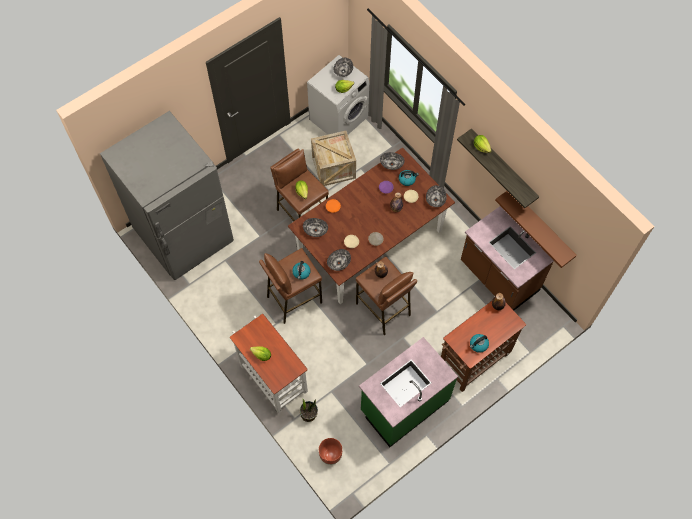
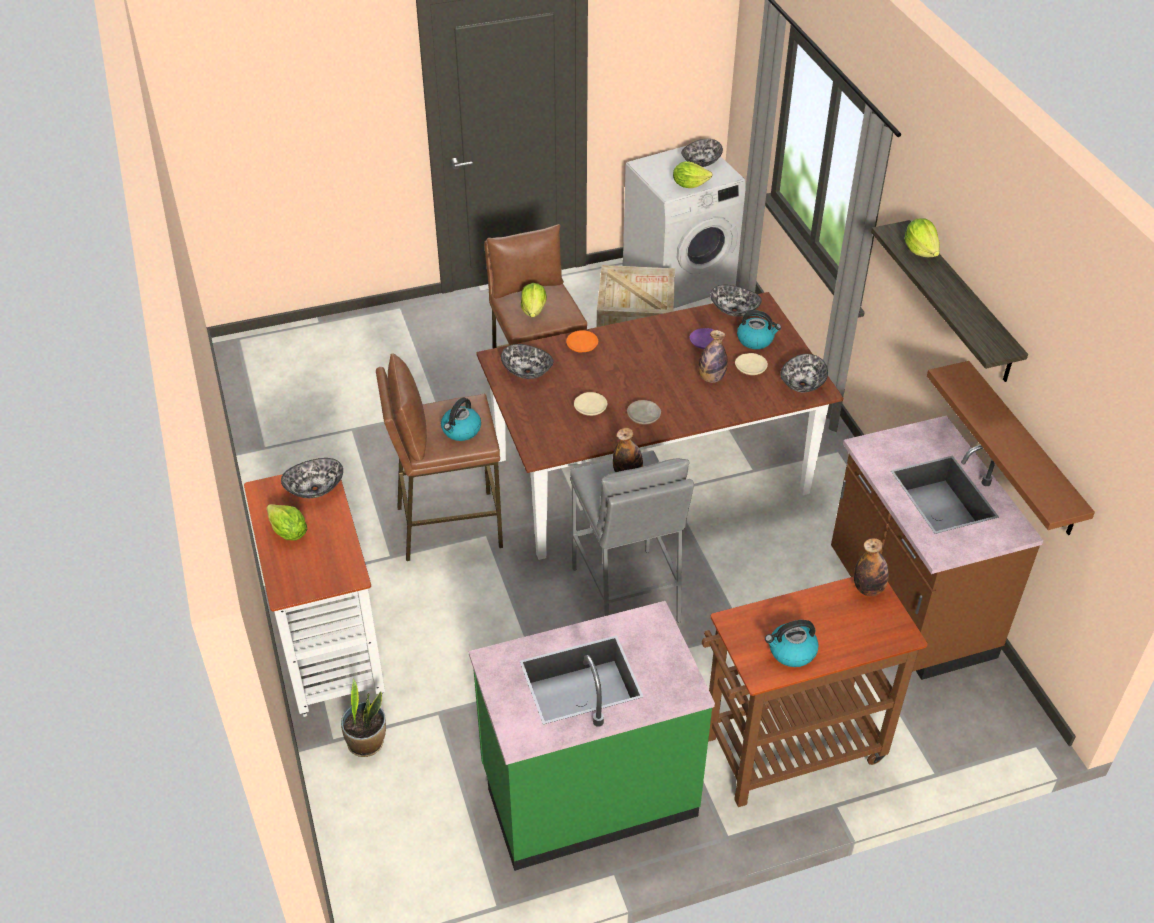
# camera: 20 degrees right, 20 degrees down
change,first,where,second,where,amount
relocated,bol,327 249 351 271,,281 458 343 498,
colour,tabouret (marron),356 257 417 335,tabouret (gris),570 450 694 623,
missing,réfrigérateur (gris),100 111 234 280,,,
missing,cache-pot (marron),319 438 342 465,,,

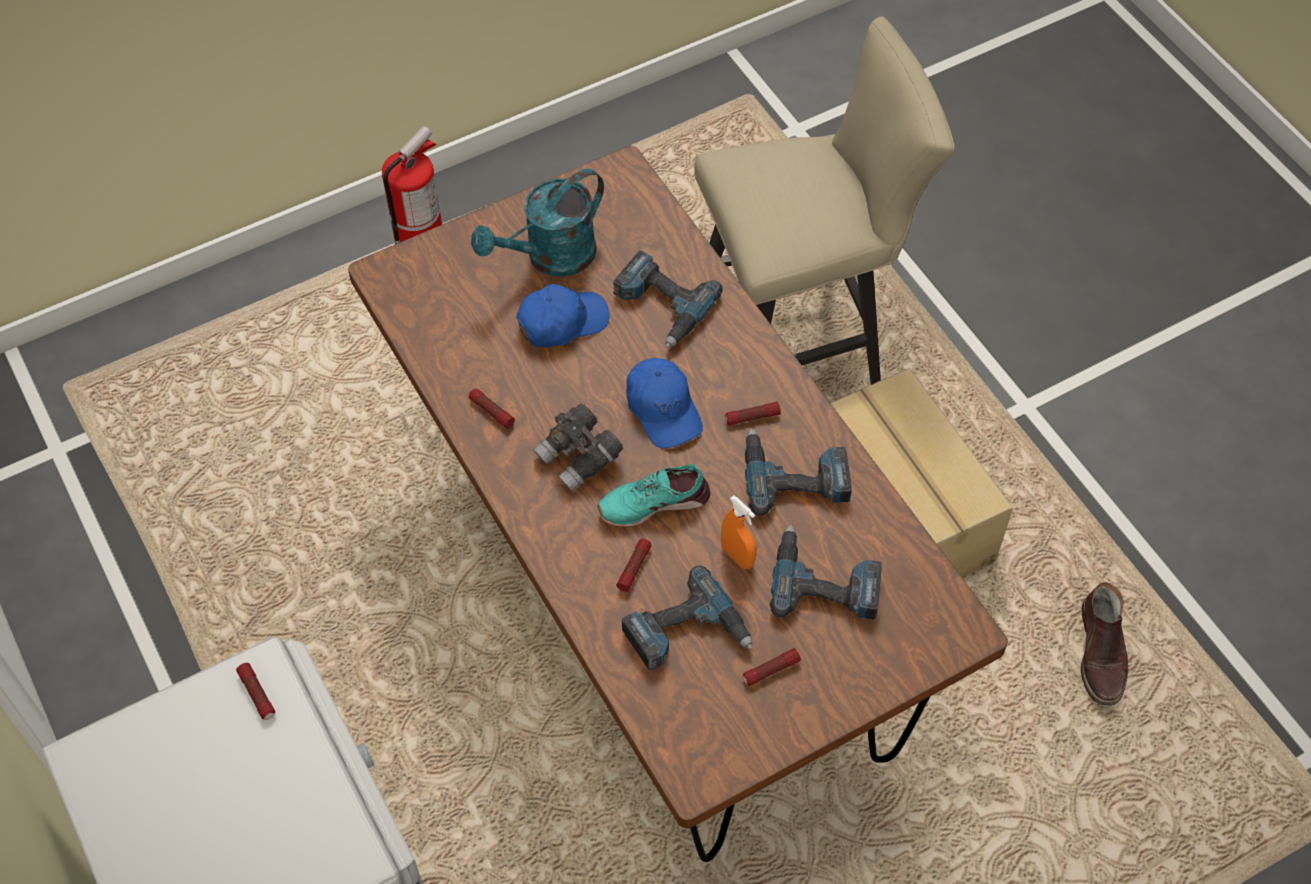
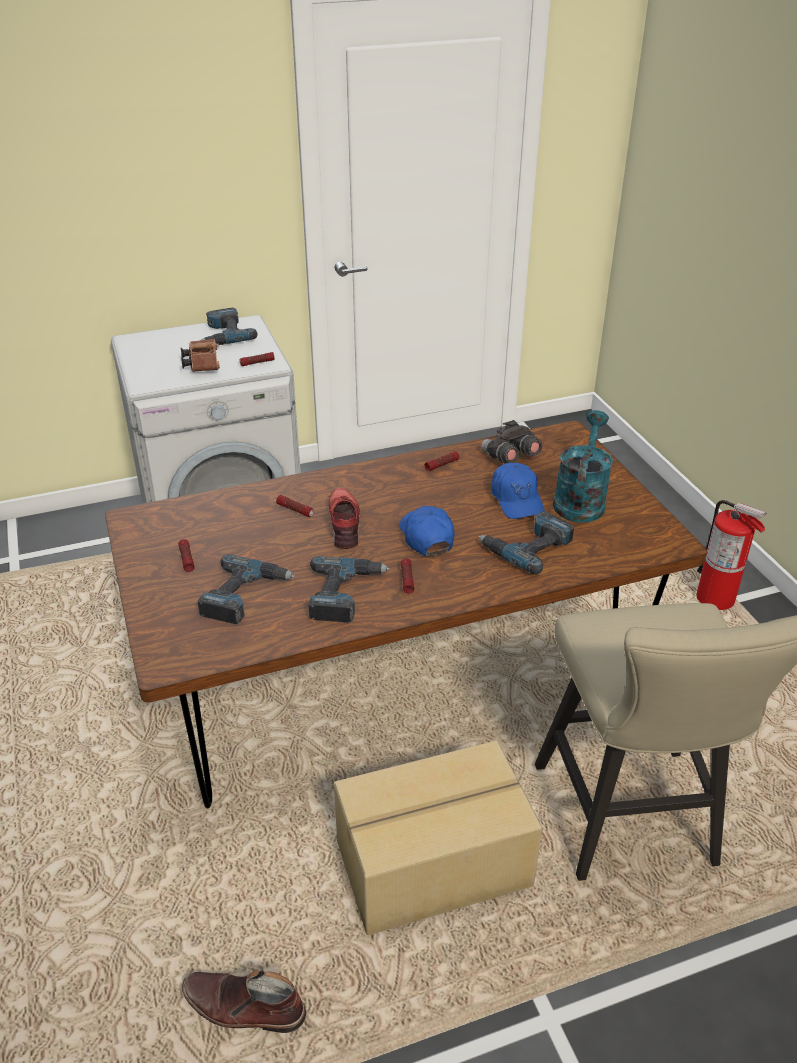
# camera: 100 degrees right, 20 degrees down
change,first,where,second,where,amount
appeared,,,jumelles (marron),181 339 220 372,
relocated,perceuse,622 565 752 671,,201 308 257 345,
colour,chaussure (turquoise),597 464 710 527,chaussure (rouge),329 488 360 549,
spun,casquette (bleu),626 358 703 448,,400 506 455 556,90 degrees clockwise
relocated,jumelles (gris),533 403 623 491,,481 420 542 464,
spun,arrosoir (turquoise),471 169 604 277,,553 410 613 523,45 degrees clockwise
missing,vaporisateur (orange),721 496 757 569,,,

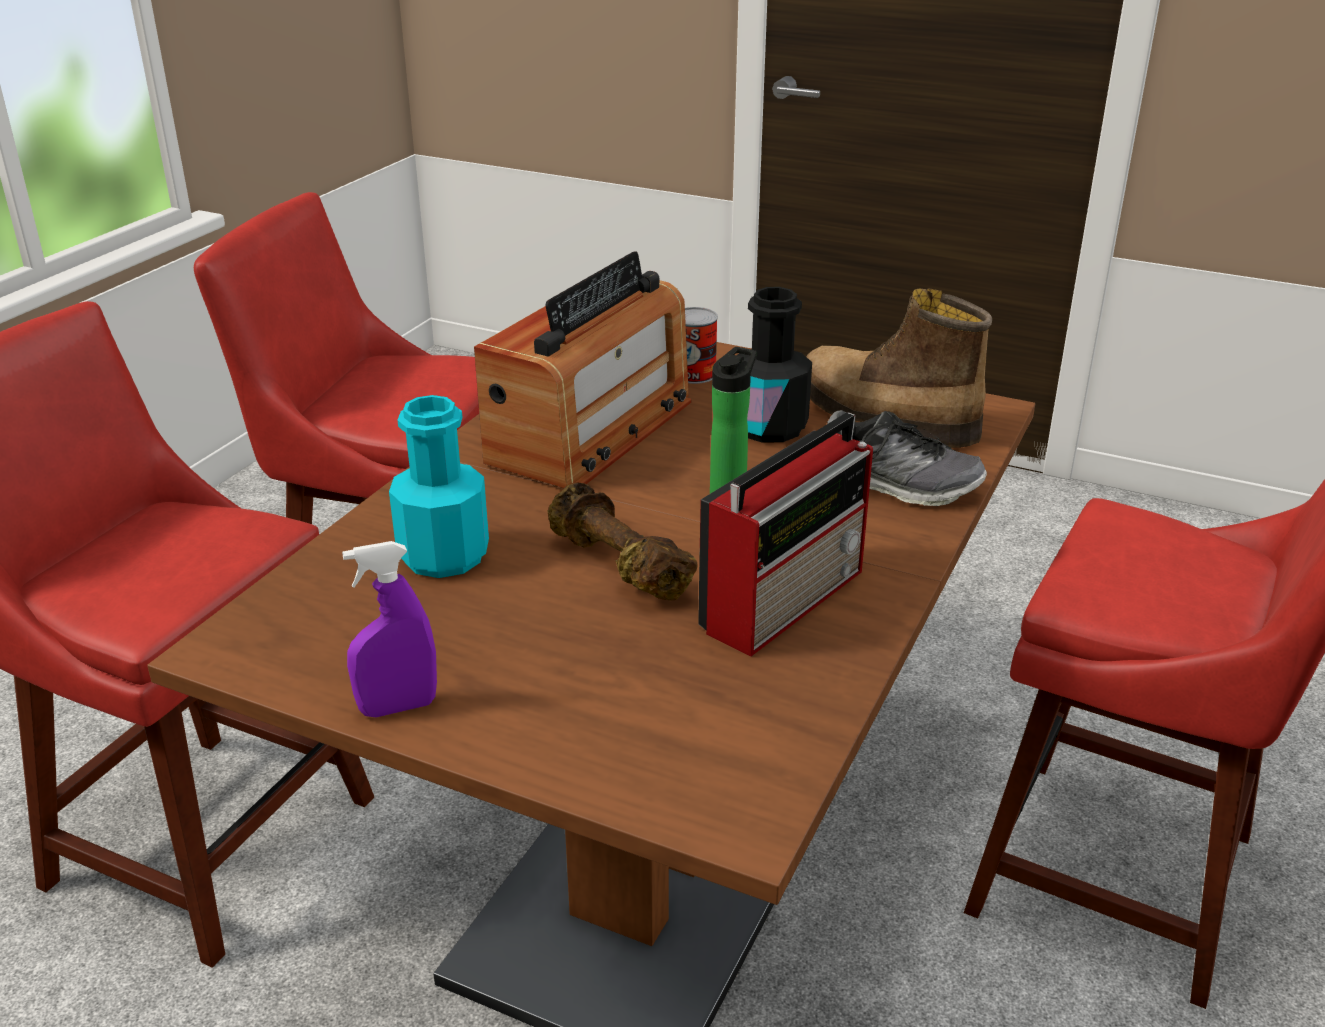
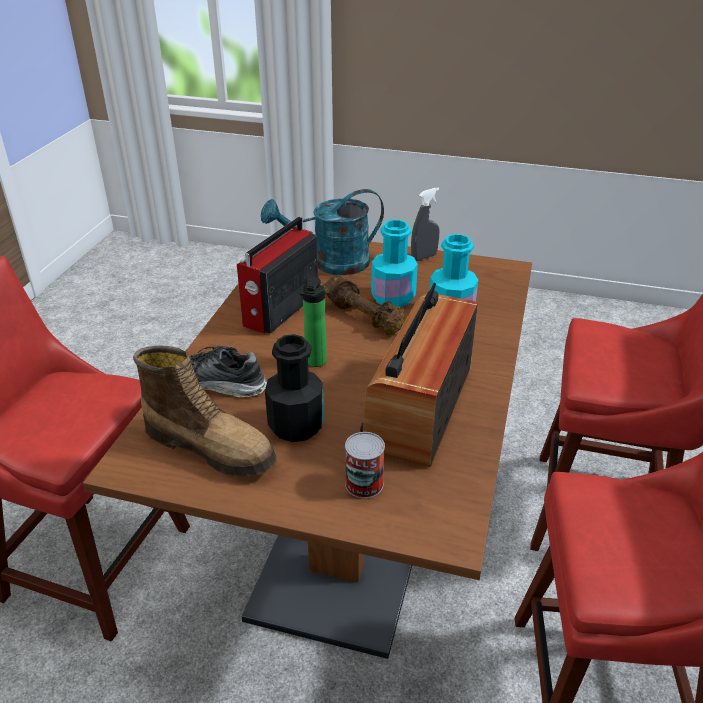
# camera: 170 degrees right, 5 degrees up
change,first,where,second,where,amount
appeared,,,arrosoir (turquoise),261 189 384 275,
appeared,,,bouteille (turquoise),371 219 418 307,
colour,vaporisateur (violet),342 541 437 717,vaporisateur (gris),411 187 440 261,

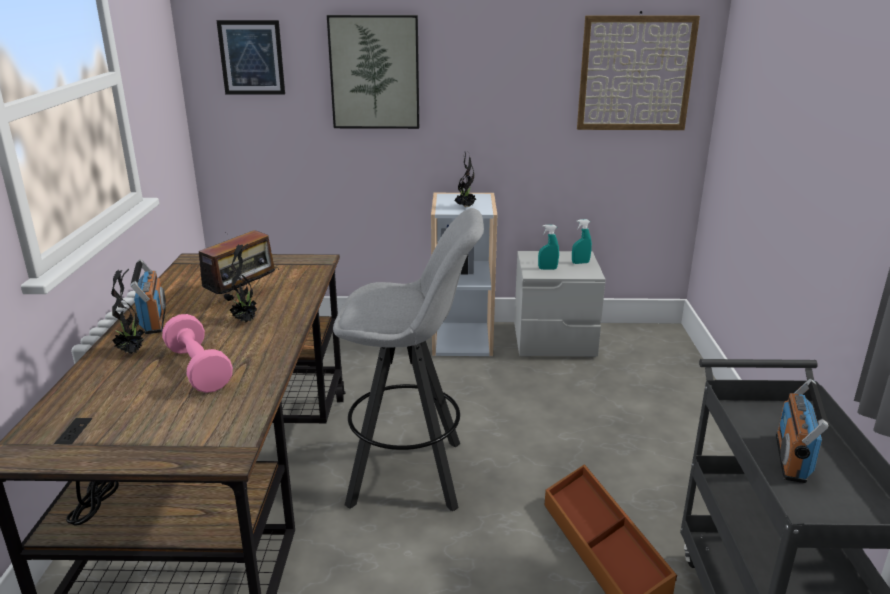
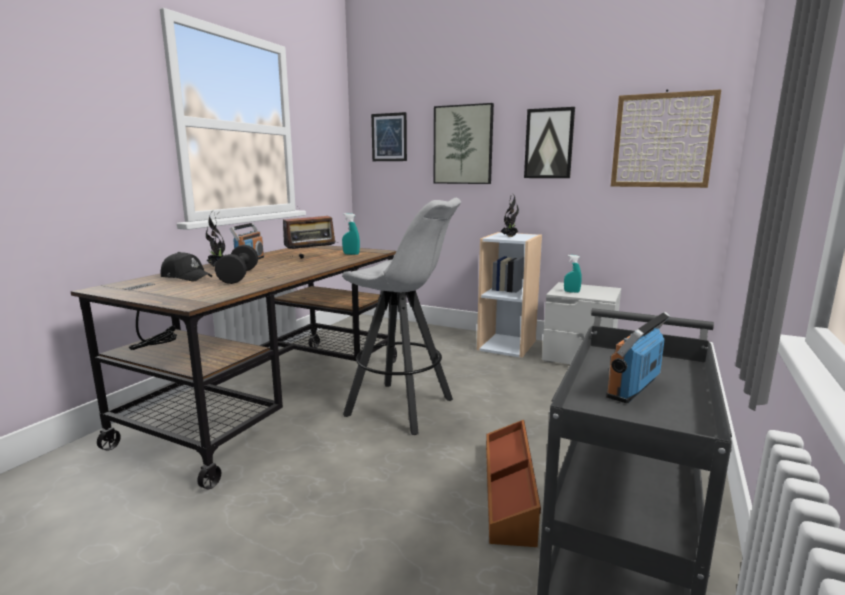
# camera: 25 degrees right, 10 degrees down
change,first,where,second,where,amount
appeared,,,casquette (noir),161 252 212 282,
colour,haltère (rose),162 314 233 393,haltère (noir),215 245 258 284,
relocated,vaporisateur (turquoise),572 219 592 264,,342 213 360 255,
appeared,,,tableau,524 107 575 178,
missing,plante en pot,230 244 257 322,,,

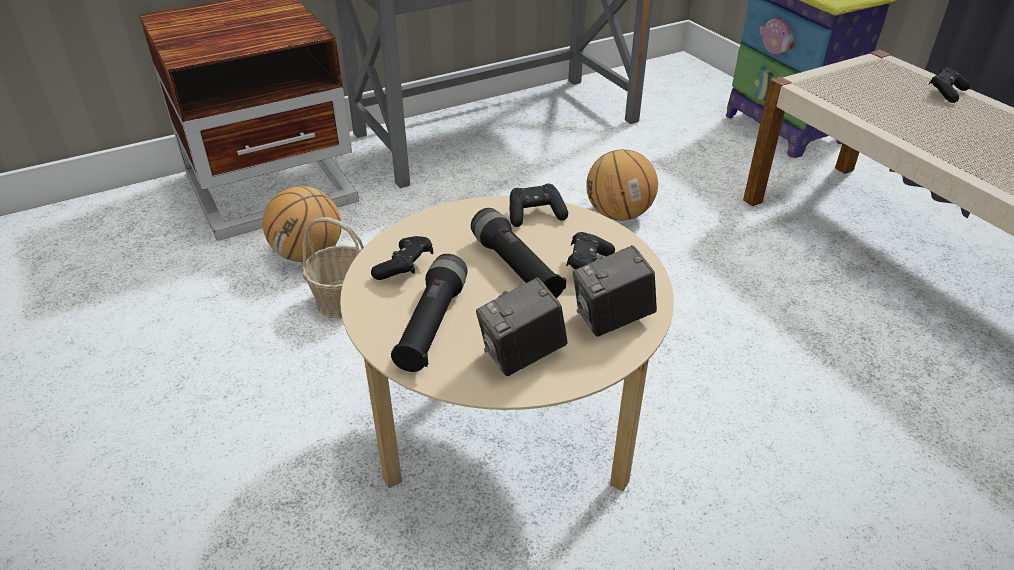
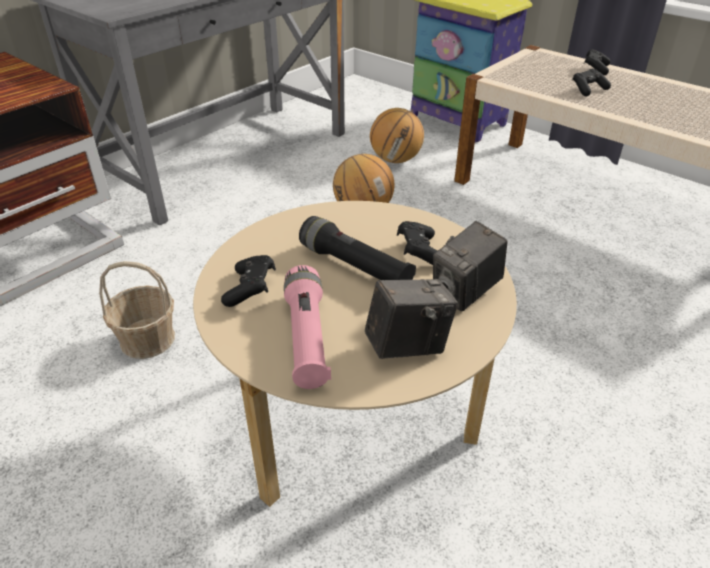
# camera: 20 degrees left, 0 degrees up
change,first,where,second,where,amount
colour,lampe de poche (noir),391 254 468 372,lampe de poche (rose),284 265 331 389,
spun,appareil photo,476 277 567 376,,365 279 458 359,150 degrees counterclockwise
relocated,ballon de basket,263 186 341 262,,370 108 424 163,
relocated,manette (noir),510 184 568 227,,572 69 611 96,

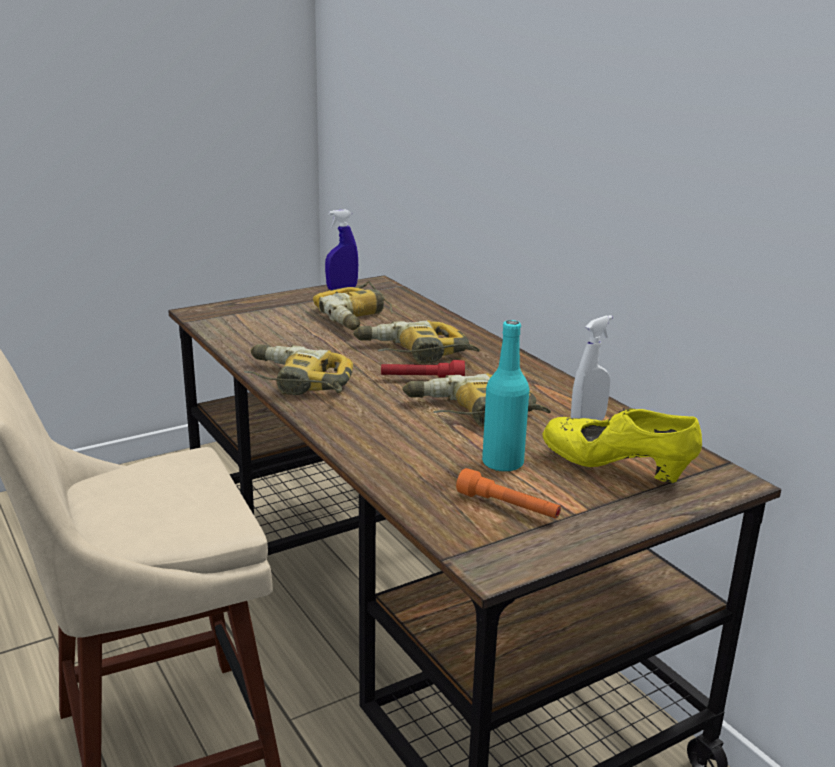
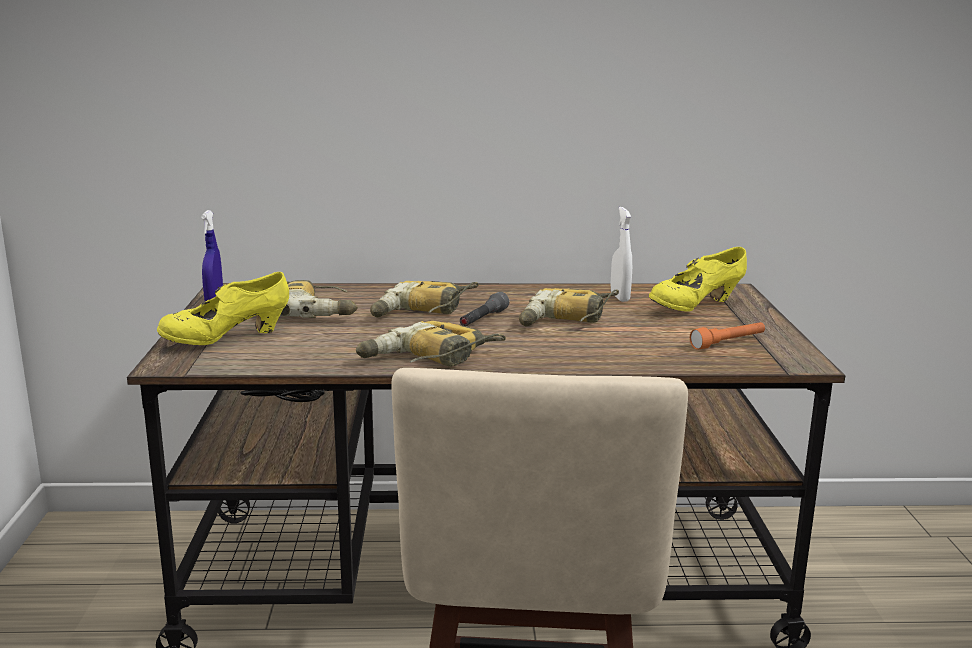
# camera: 60 degrees left, 5 degrees down
change,first,where,second,where,amount
appeared,,,chaussure (jaune),157 272 289 345,
colour,lampe de poche (rouge),381 360 465 378,lampe de poche (gris),460 292 509 326,
missing,bouteille (turquoise),482 320 529 472,,,

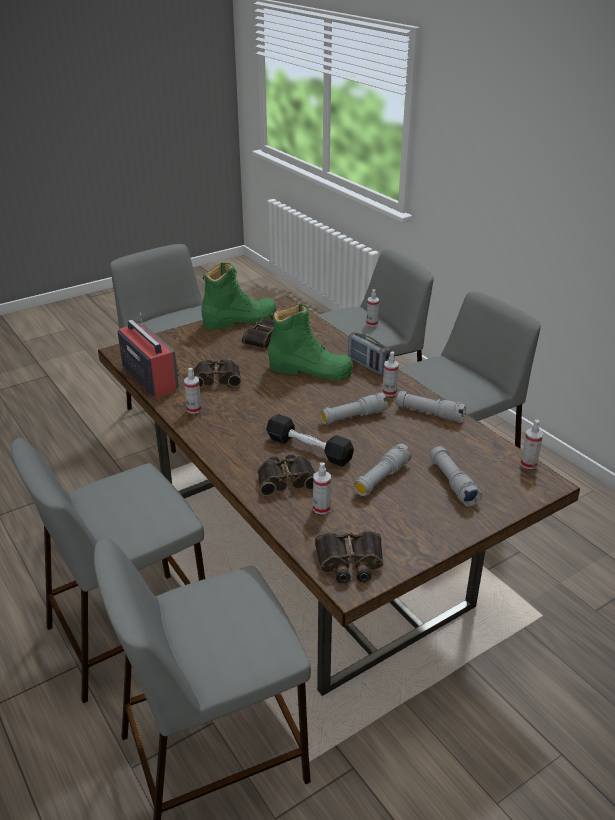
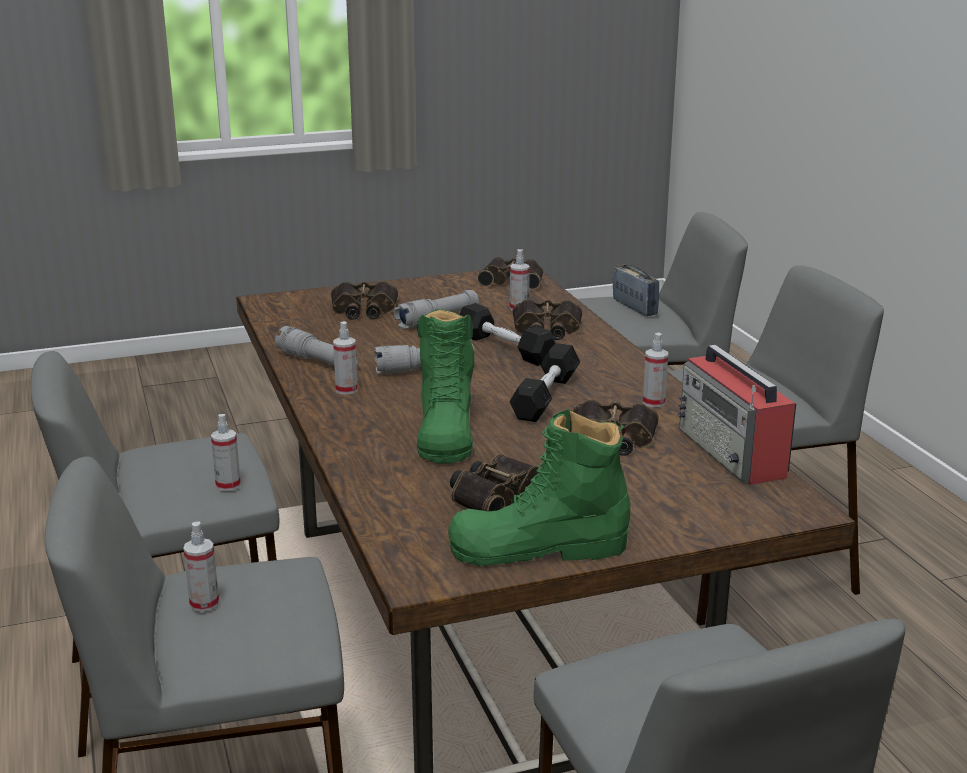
# camera: 165 degrees left, 10 degrees down
change,first,where,second,where,amount
relocated,vaporisateur,520 420 543 469,,211 414 241 491,
exchanged,lampe de poche (gris),430 446 482 507,jumelles,331 281 398 320,
spun,botte (vert),268 304 353 380,,417 309 474 464,120 degrees counterclockwise
appeared,,,haltère (noir),509 343 580 422,
relocated,radio,348 332 391 375,,613 264 659 316,

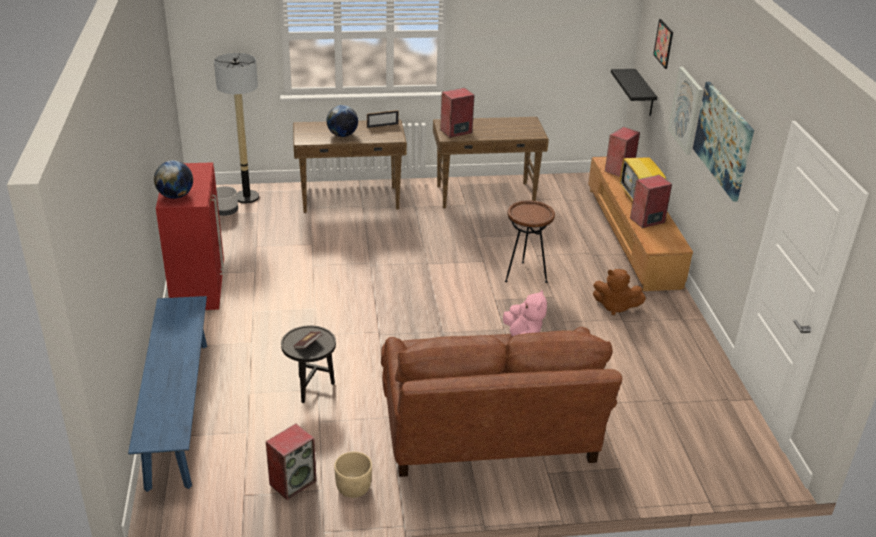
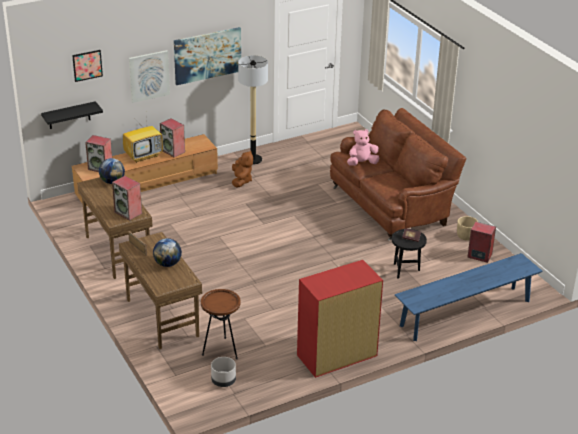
# camera: 110 degrees left, 0 degrees up
change,first,where,second,where,amount
relocated,globe,154 161 193 199,,99 158 125 184,
relocated,table d'appoint (marron),505 200 555 283,,201 289 241 359,
relocated,lampadaire,214 53 259 203,,238 55 268 165,

